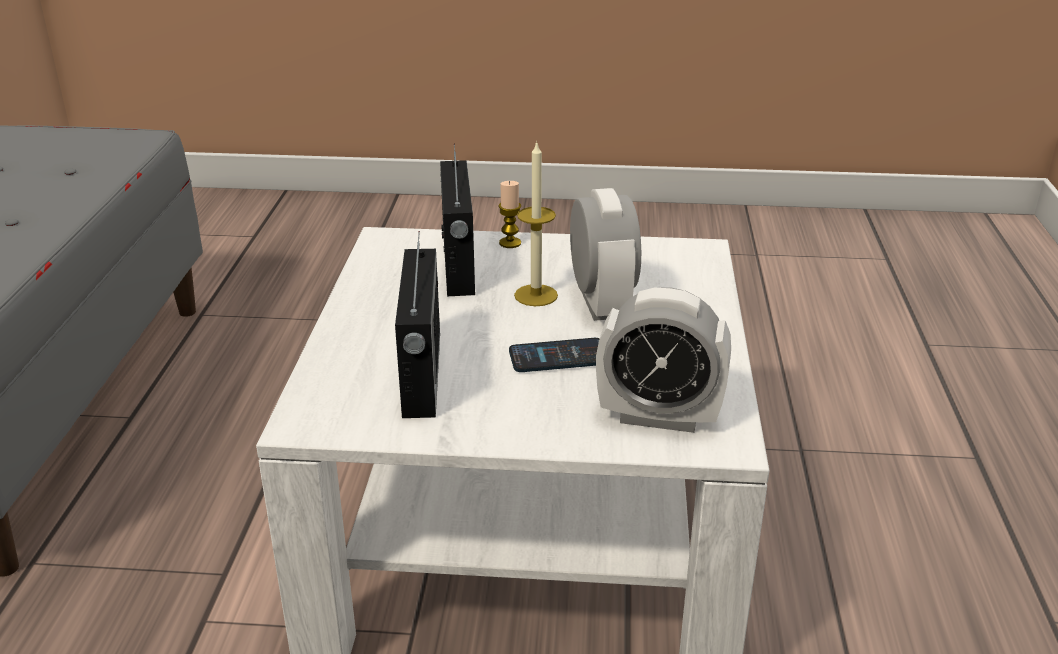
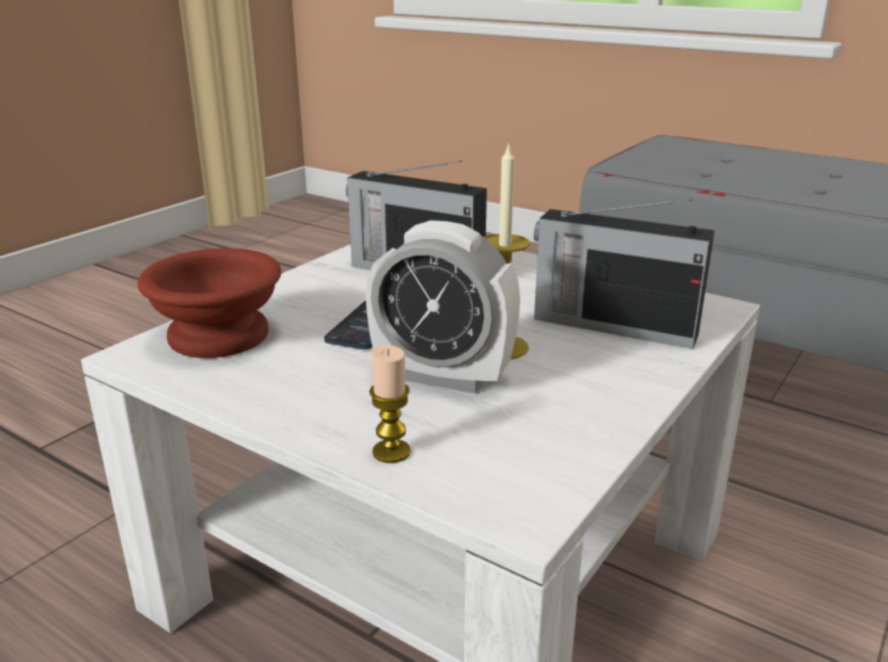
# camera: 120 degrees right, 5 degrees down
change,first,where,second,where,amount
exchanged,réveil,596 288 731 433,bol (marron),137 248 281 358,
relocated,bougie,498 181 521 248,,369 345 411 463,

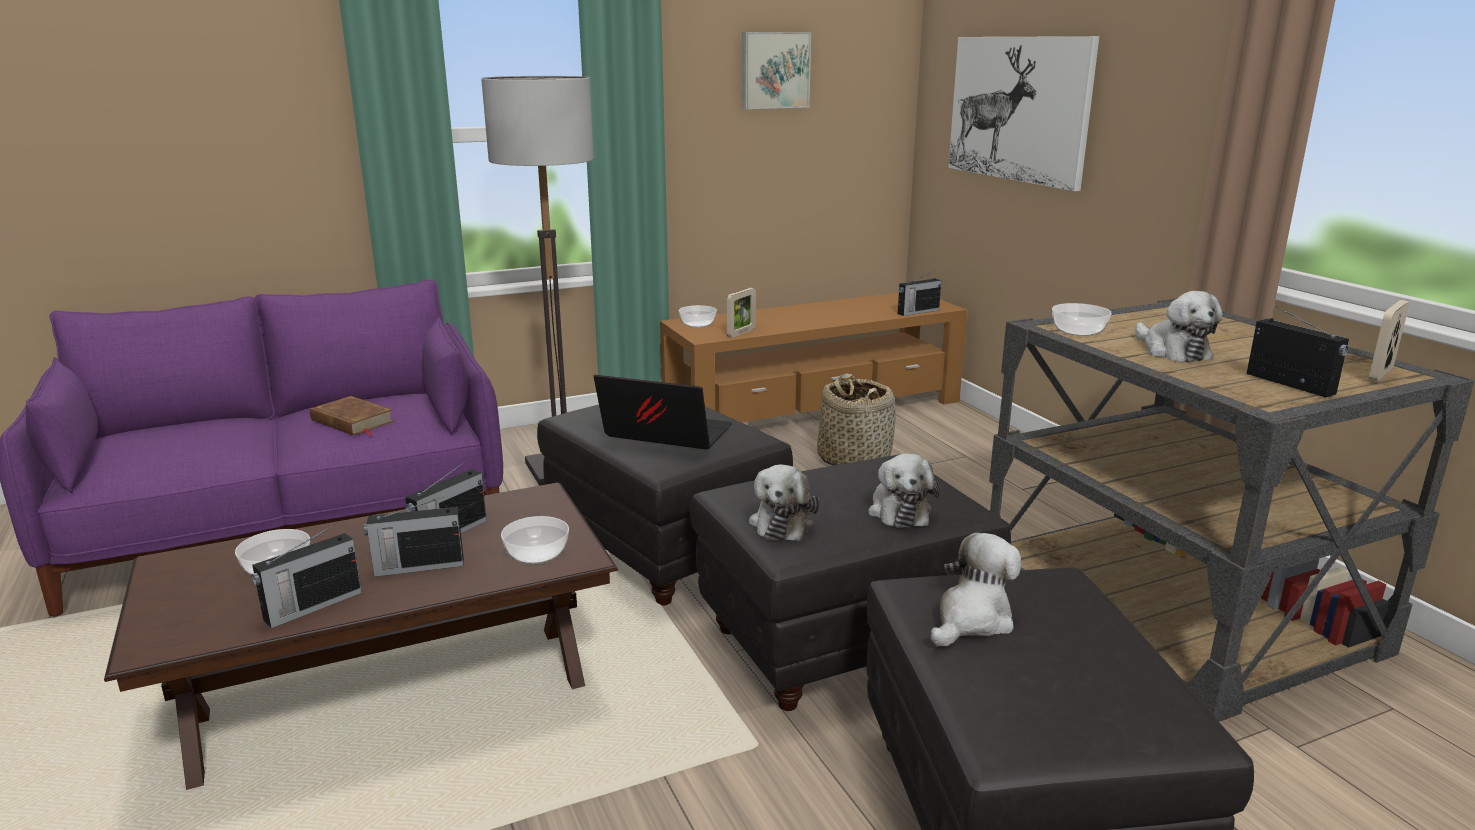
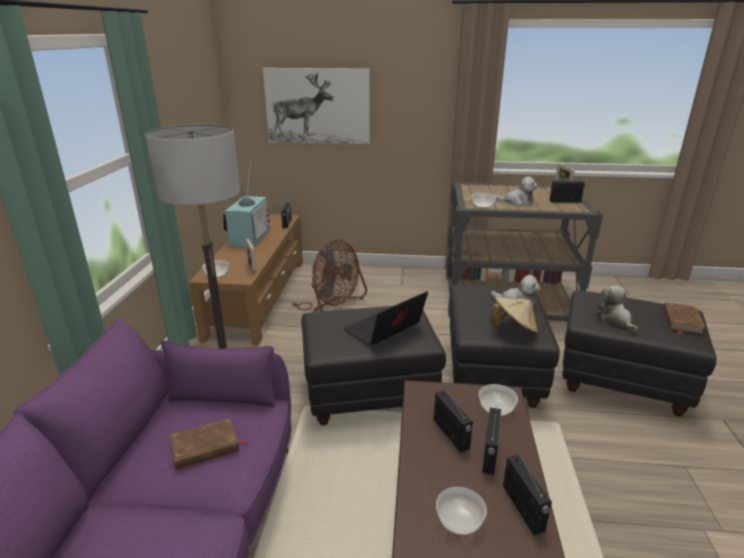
# camera: 60 degrees left, 5 degrees up
change,first,where,second,where,amount
appeared,,,téléviseur,223 162 270 247,
exchanged,panier,817 373 896 466,ventilateur (marron),292 239 367 312,
exchanged,peluche,749 465 819 541,chapeau (beige),490 297 538 335,
appeared,,,livre (marron),663 302 706 335,
missing,tableau,742 32 811 109,,,

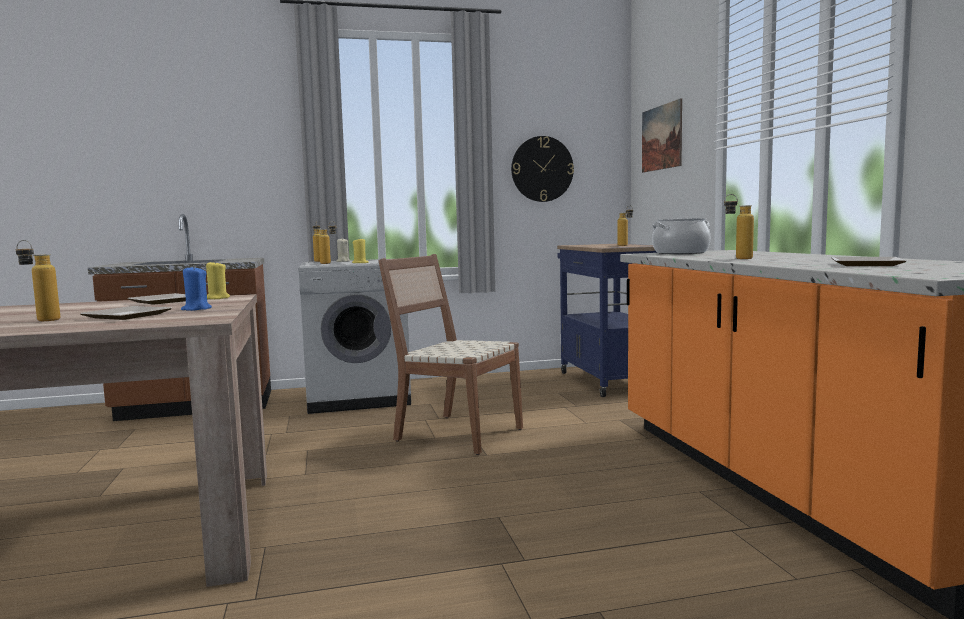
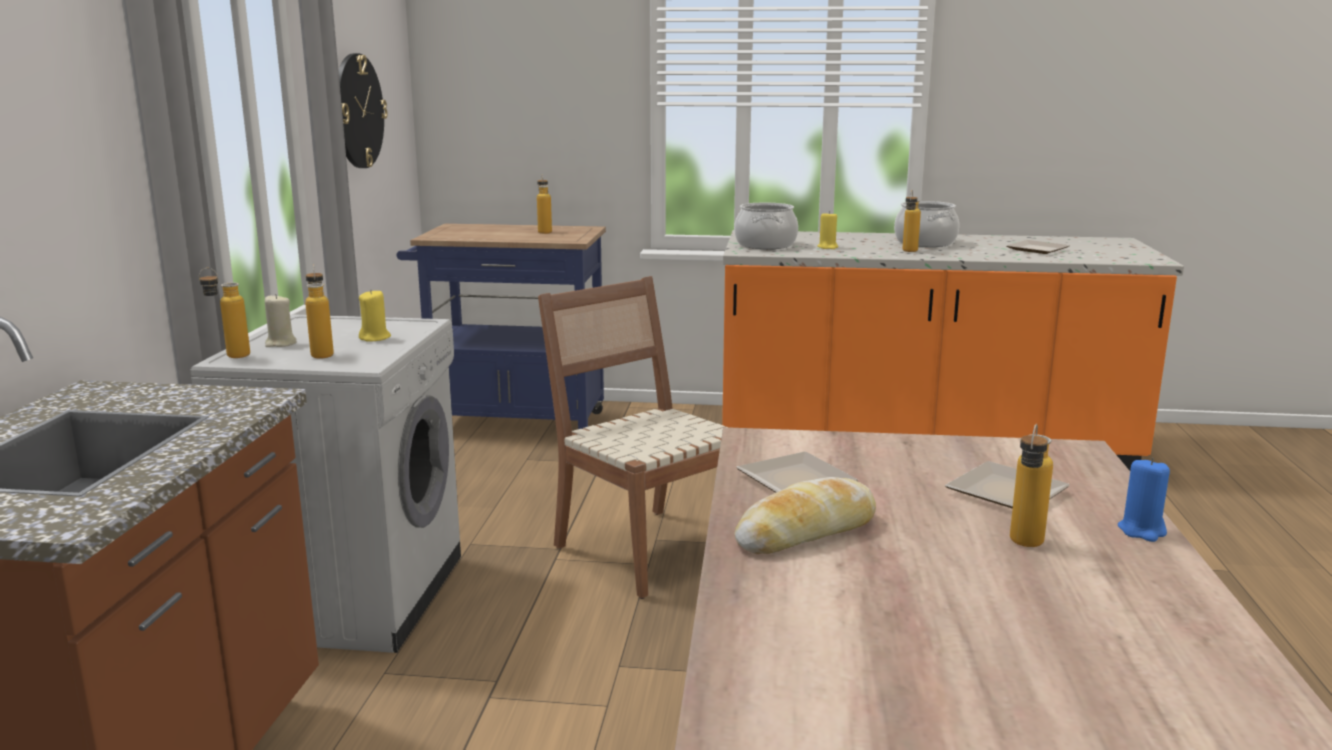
# camera: 70 degrees left, 10 degrees up
change,first,where,second,where,amount
spun,chaise,379 254 523 455,,538 276 726 599,90 degrees clockwise
appeared,,,pain,734 477 876 554,
relocated,bougie (jaune),206 260 230 300,,817 211 838 249,
appeared,,,marmite,894 201 959 247,
relocated,bougie (bleu),181 265 212 311,,1118 458 1170 542,
missing,tableau,642 98 682 173,,,

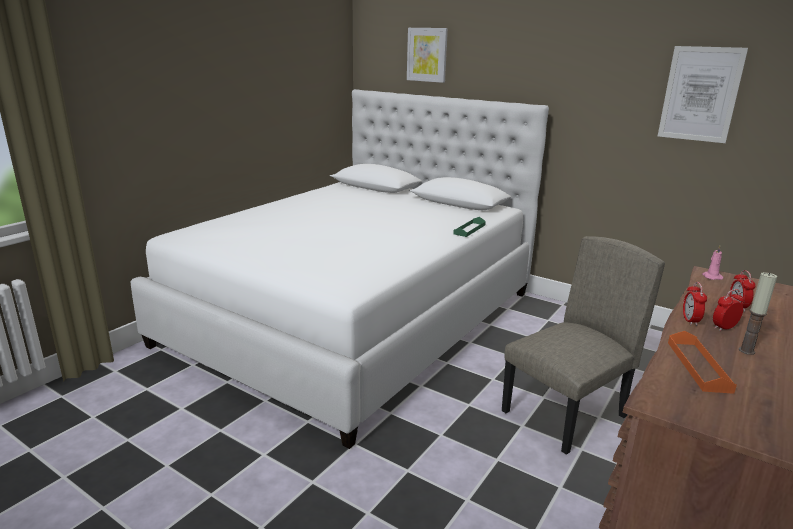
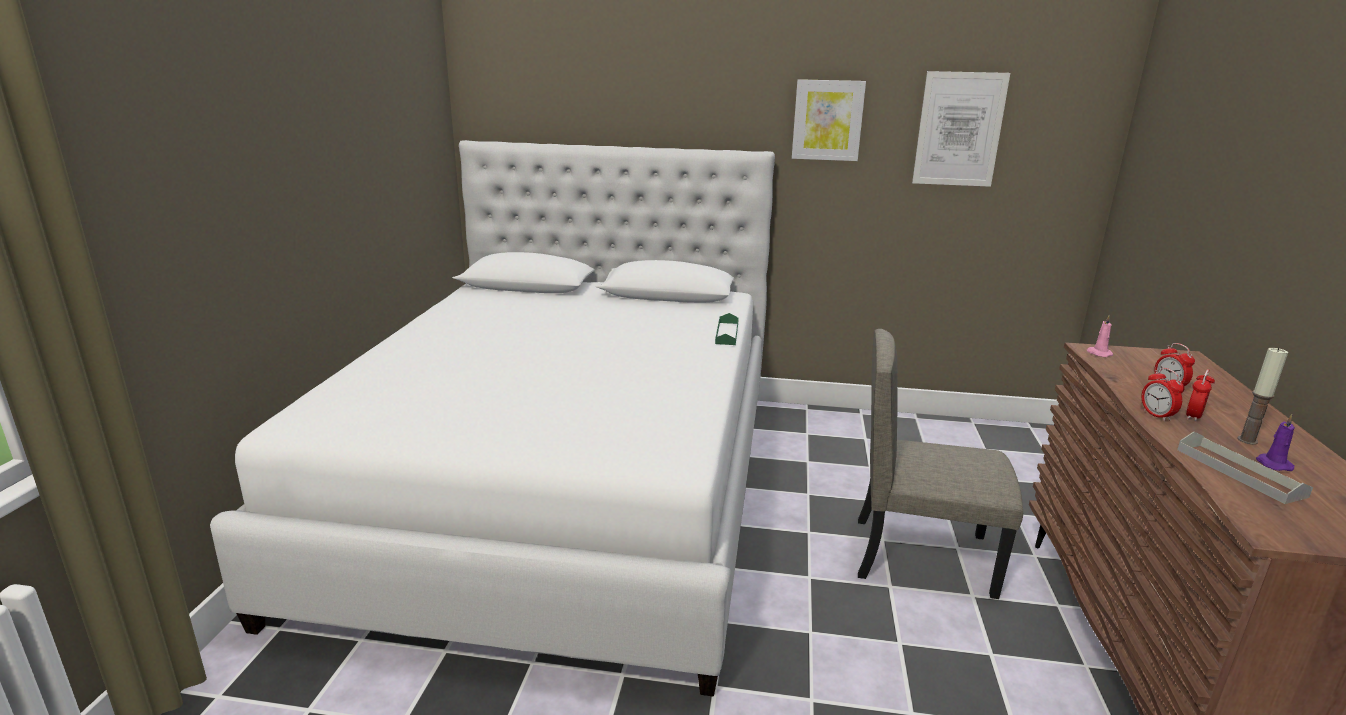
# camera: 25 degrees left, 0 degrees up
change,first,where,second,where,amount
relocated,tableau,407 28 448 83,,792 79 866 161,
spun,chaise (beige),502 236 665 455,,858 329 1023 599,105 degrees counterclockwise
colour,plateau (orange),668 331 737 394,plateau (gris),1177 432 1313 504,
appeared,,,bougie (violet),1256 414 1295 471,

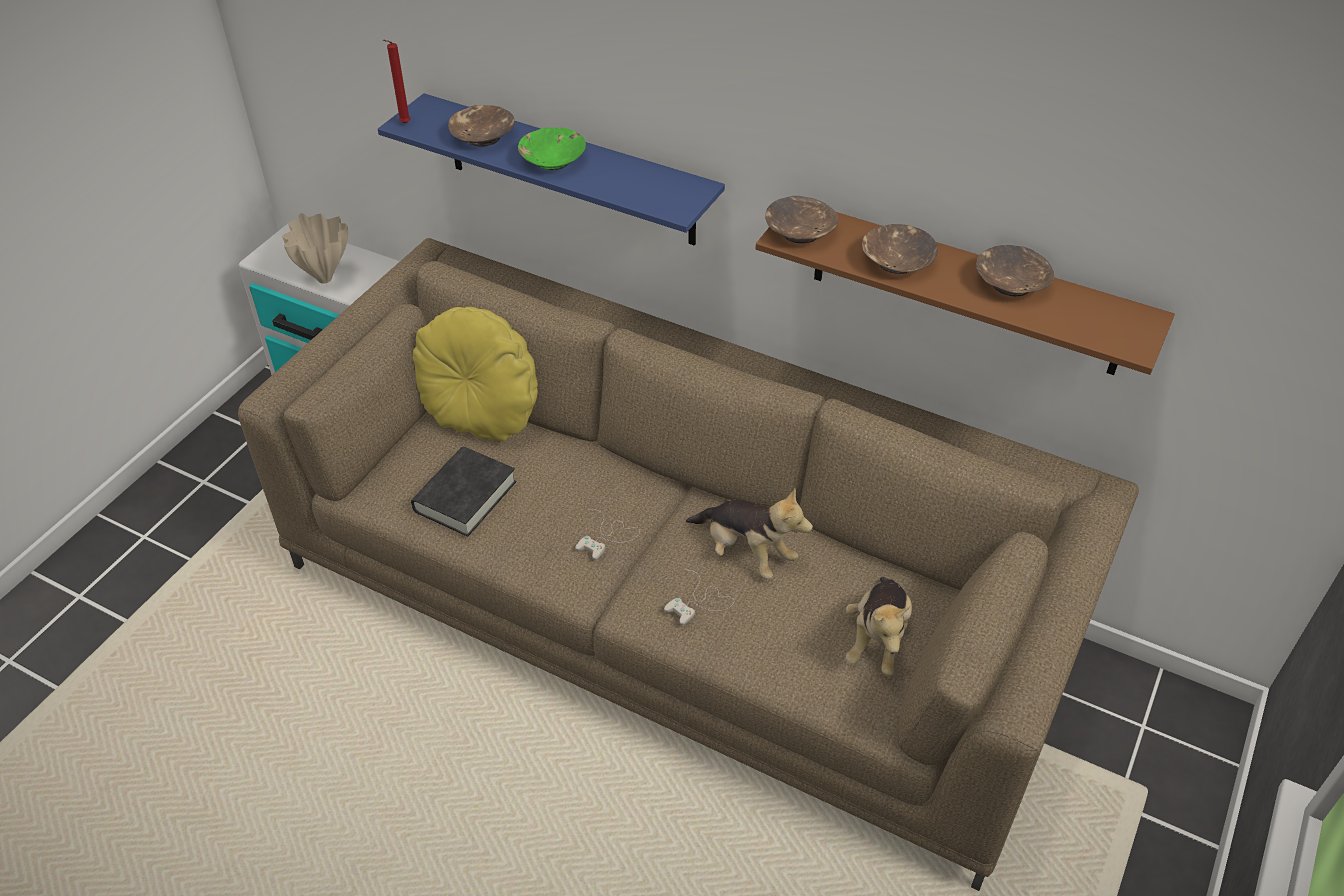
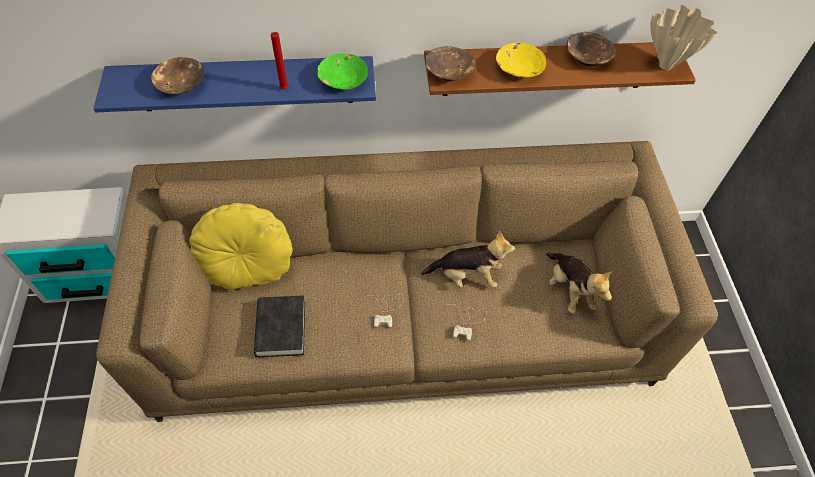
# camera: 35 degrees left, 10 degrees up
change,first,where,second,where,amount
relocated,bougie (rouge),383 40 411 124,,271 32 288 89,
relocated,bol (vert),518 127 586 170,,317 53 368 90,
colour,bol (marron),862 224 938 274,bol (jaune),496 43 546 78,
relocated,vase (beige),282 213 348 283,,650 5 717 70,

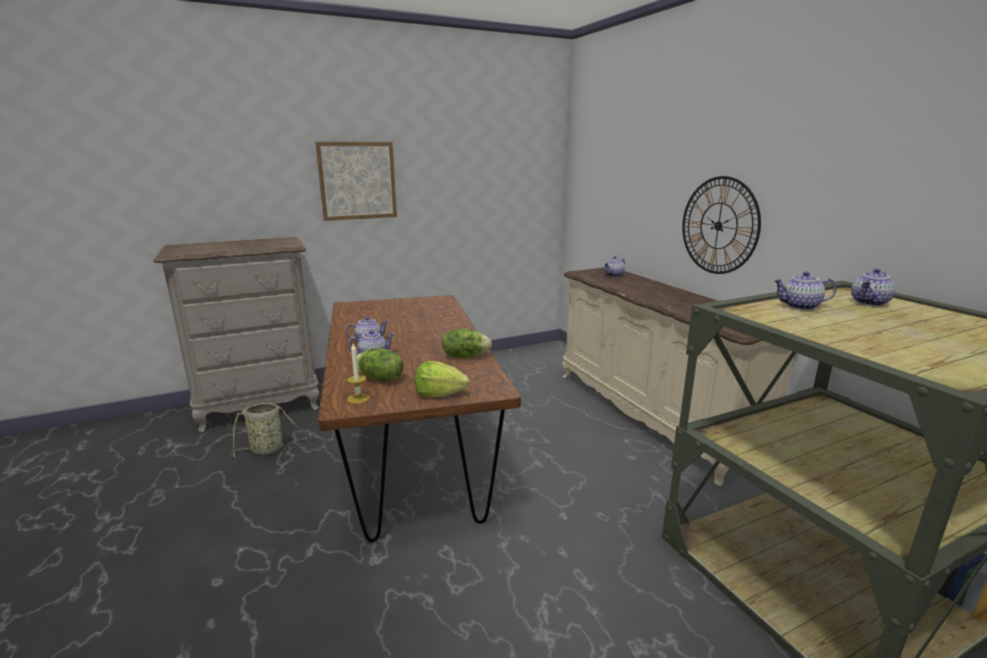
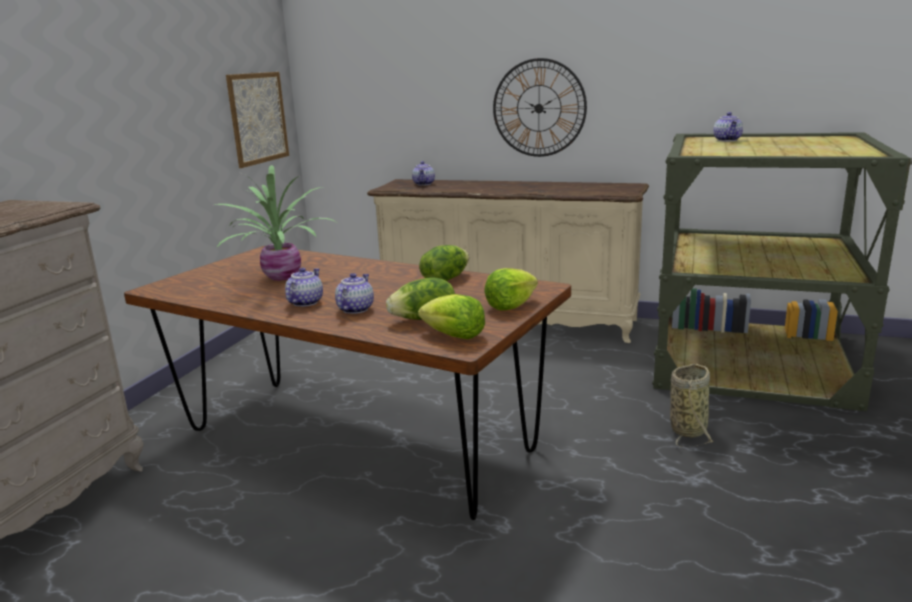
# camera: 45 degrees left, 0 degrees up
change,first,where,second,where,amount
appeared,,,plante en pot,215 165 337 281,
relocated,tableau,315 142 397 221,,226 71 289 168,
exchanged,bougie,347 344 370 404,laitue,418 294 485 339,
relocated,panier,231 403 315 457,,670 364 714 447,
missing,théière,773 271 837 310,,,

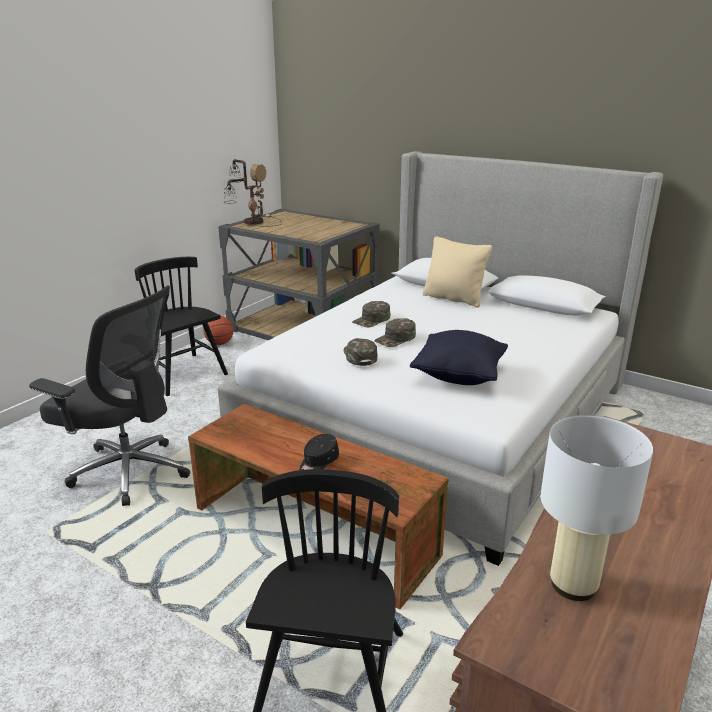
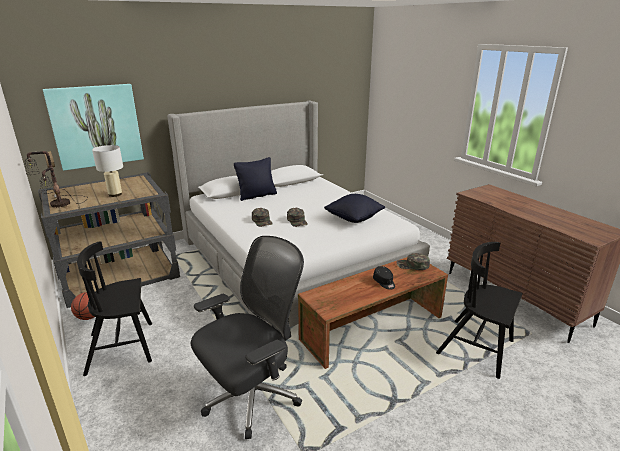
# camera: 65 degrees left, 0 degrees up
change,first,where,second,where,amount
appeared,,,tableau,43 84 144 171,
relocated,lampe de table (blanc),541 415 653 601,,92 145 123 197,
colour,coussin (beige),422 236 492 308,coussin (noir),234 157 277 201,
relocated,casquette (vert),343 338 378 366,,396 253 430 270,

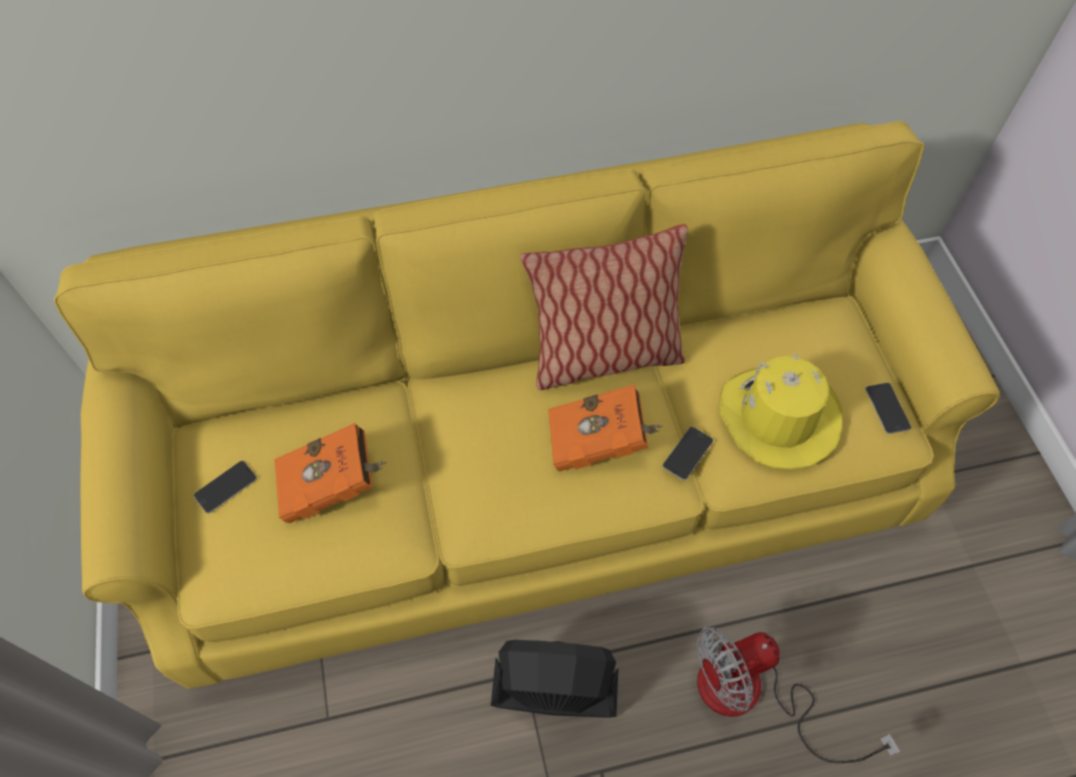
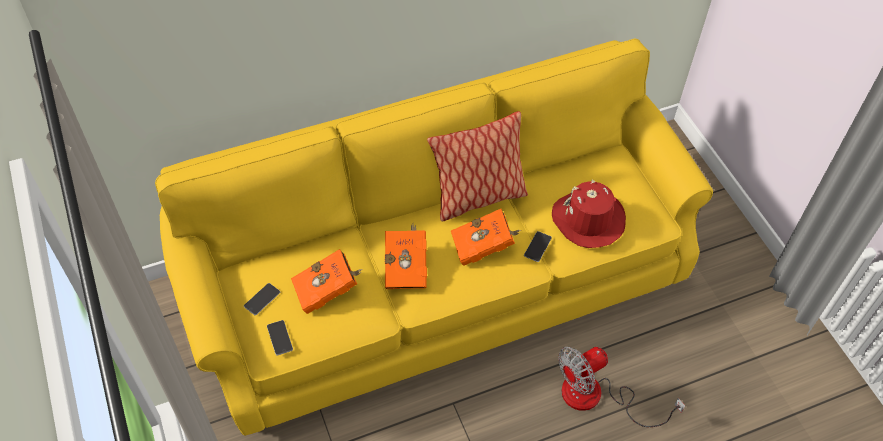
# camera: 10 degrees left, 5 degrees down
change,first,where,second,where,amount
relocated,téléphone,865 383 912 434,,267 320 293 356,
appeared,,,livre (orange),385 224 427 289,
colour,chapeau (jaune),719 353 843 469,chapeau (rouge),552 179 626 248,
missing,ventilateur (noir),491 640 619 718,,,

